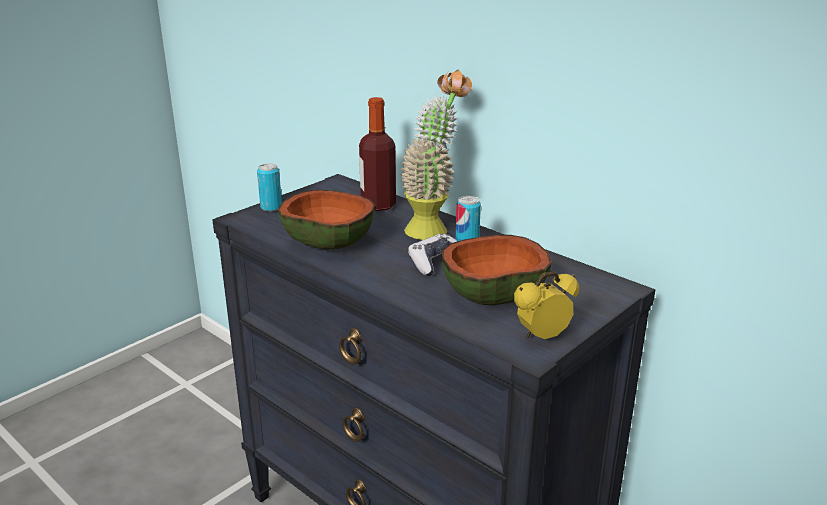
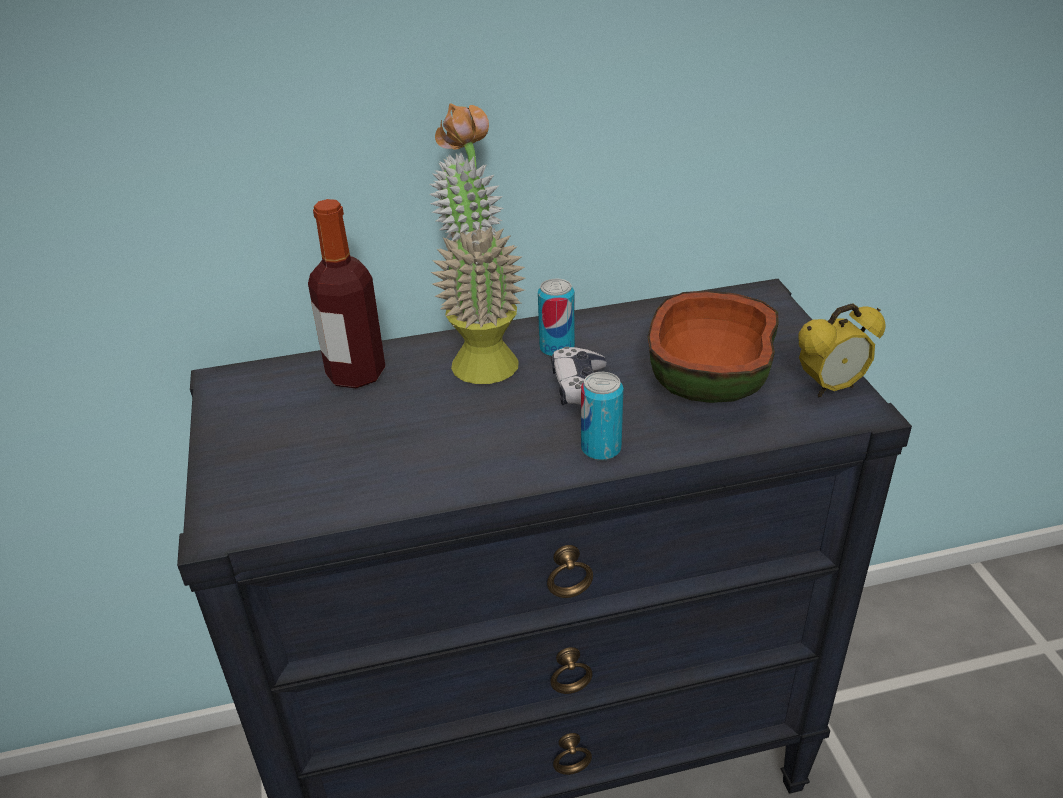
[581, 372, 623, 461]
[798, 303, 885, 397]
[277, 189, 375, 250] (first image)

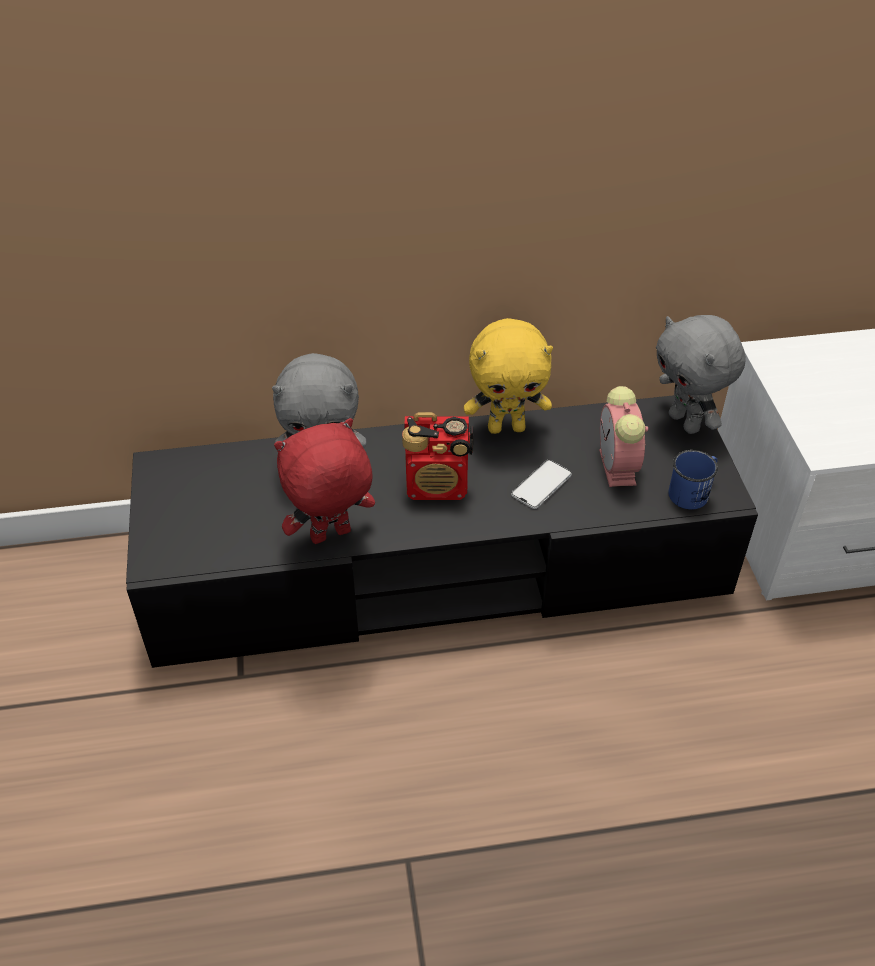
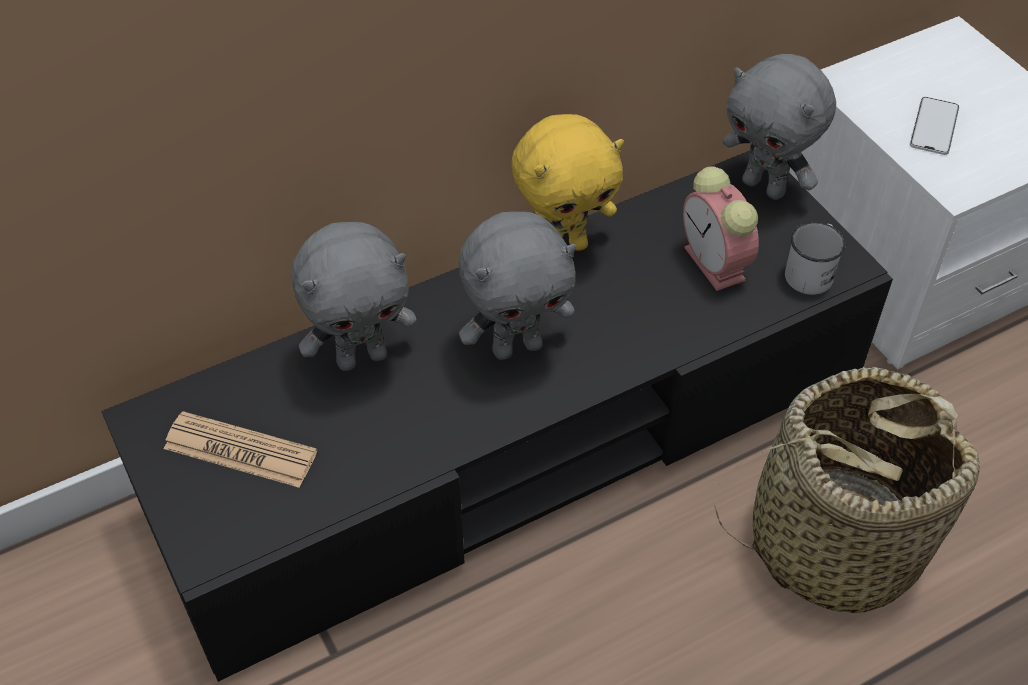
[164, 411, 317, 488]
[459, 211, 576, 360]
[714, 367, 980, 614]
[785, 222, 846, 295]
[910, 97, 959, 155]
[274, 418, 375, 544] (first image)

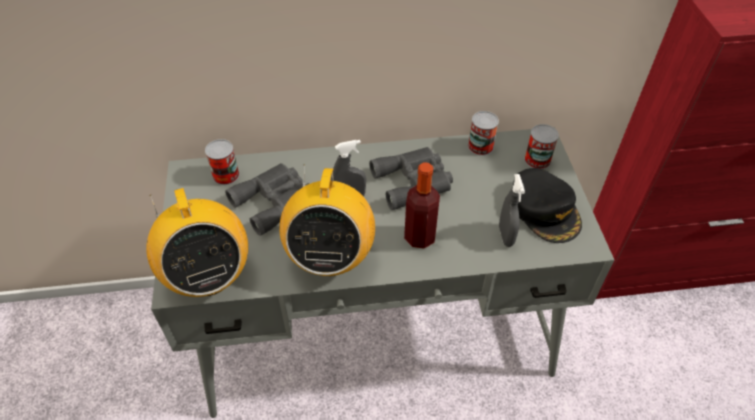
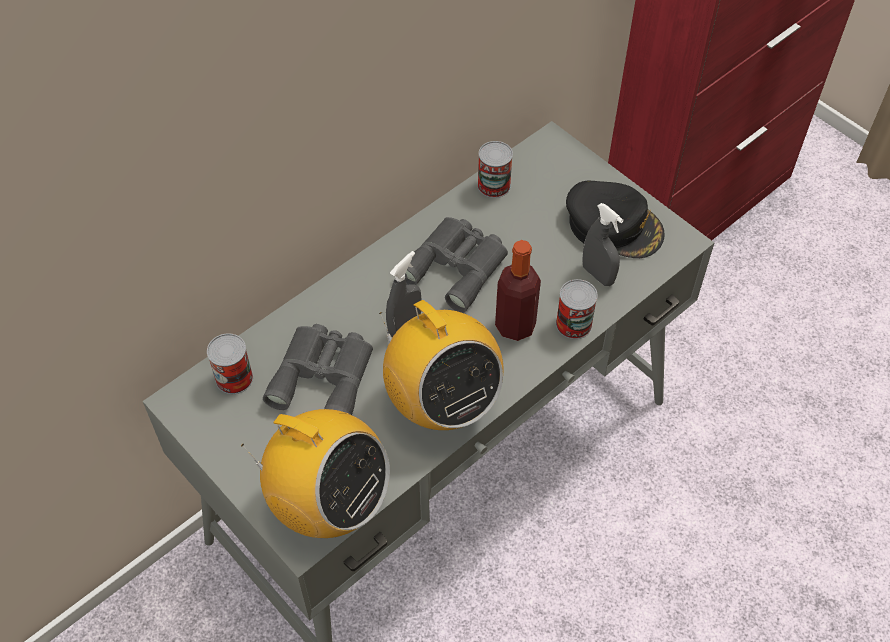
[556, 279, 598, 339]

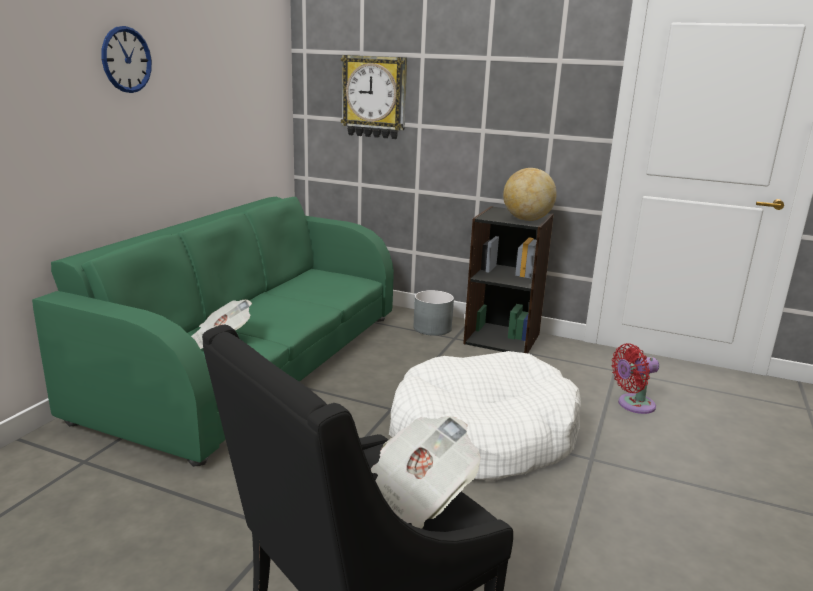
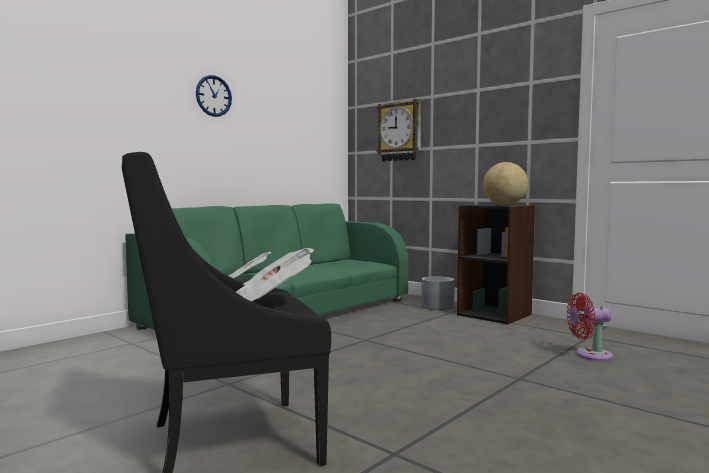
[389, 351, 581, 481] (first image)

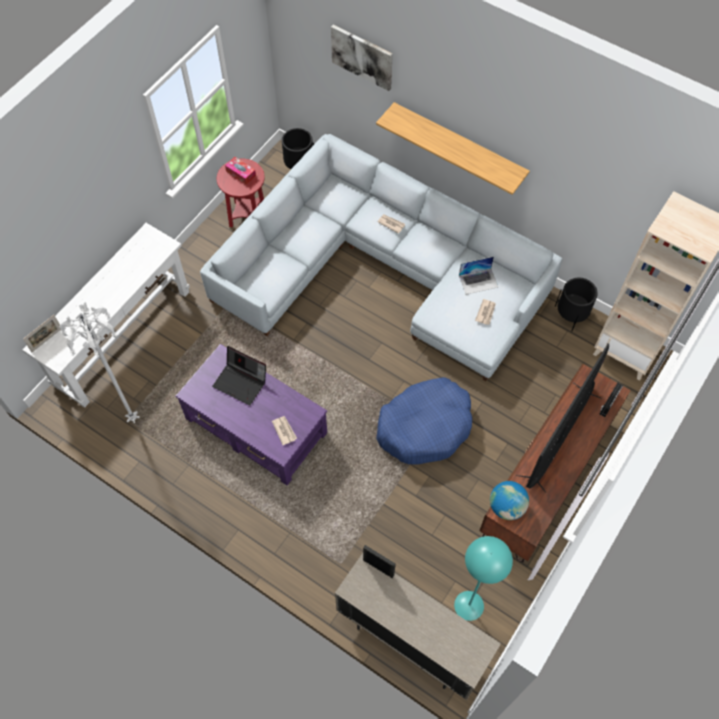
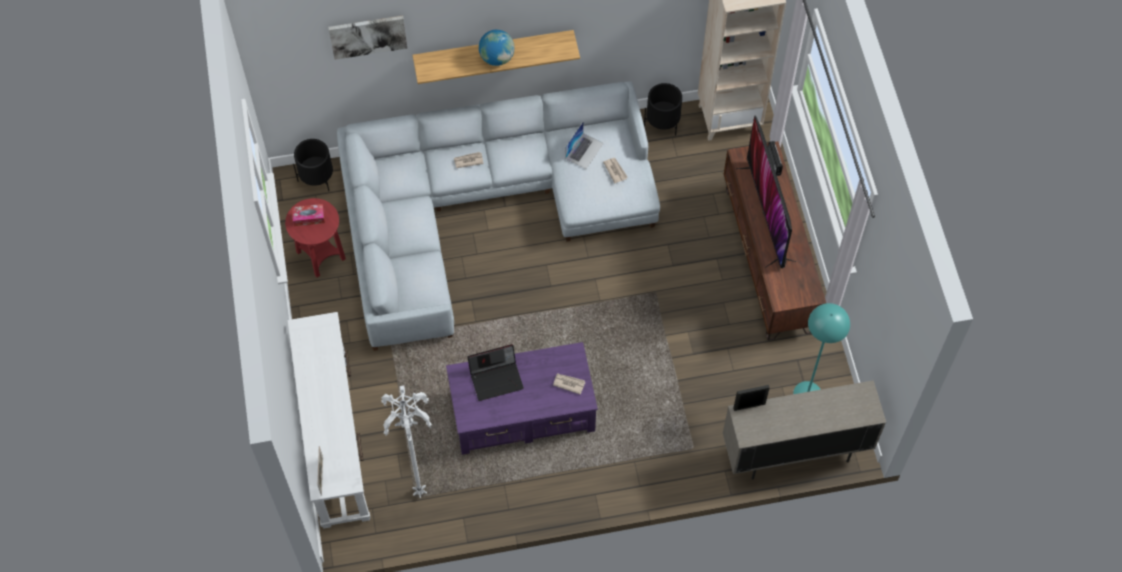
[479, 30, 515, 66]
[376, 377, 472, 464] (first image)

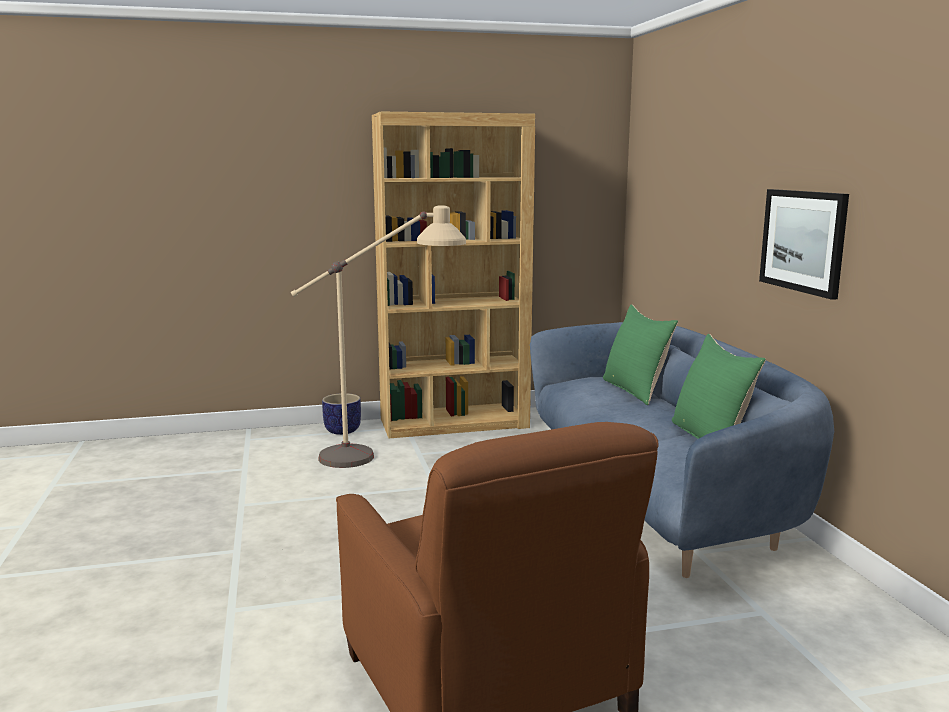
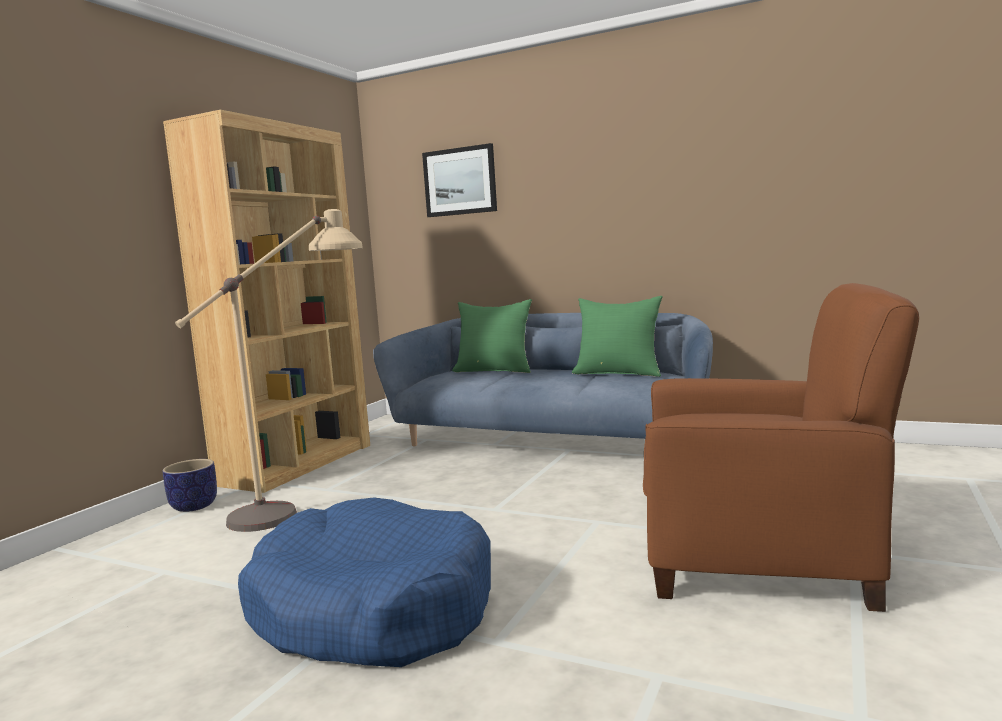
[238, 498, 491, 667]
[422, 143, 497, 217]

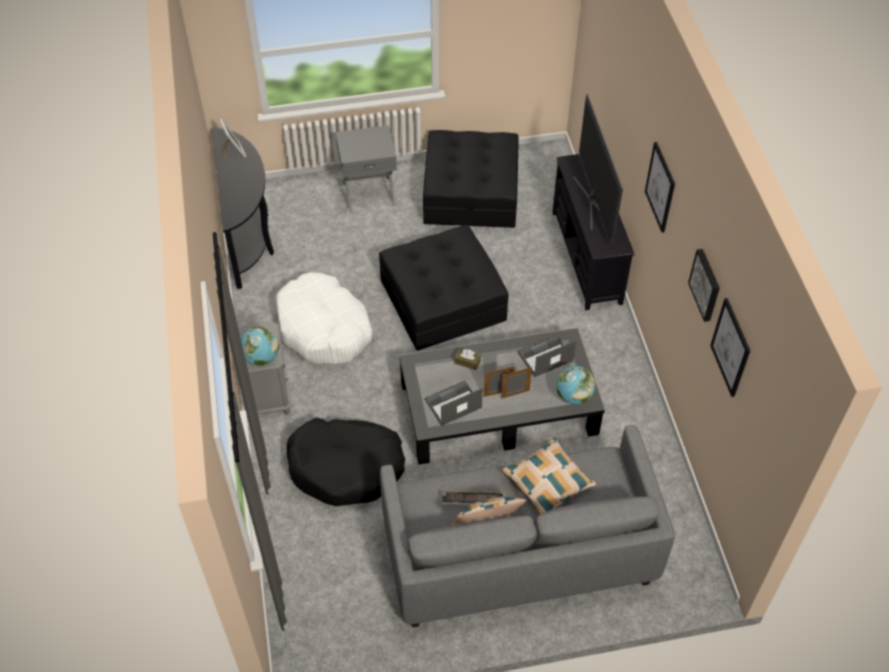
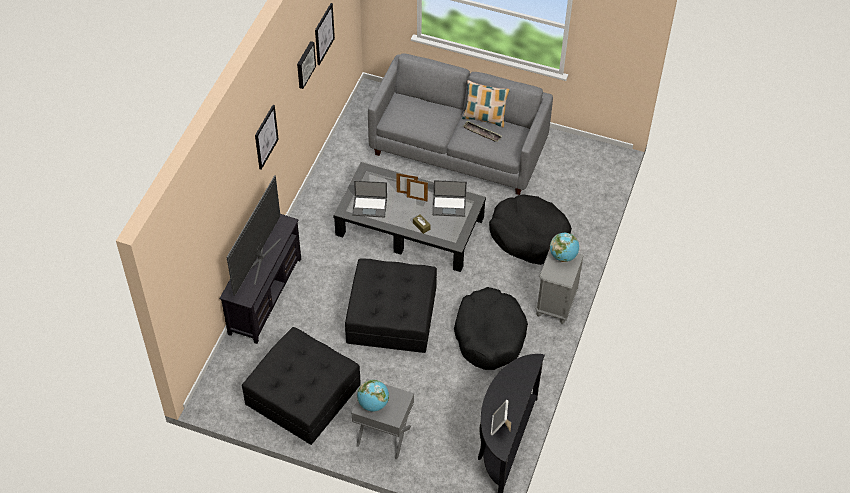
[357, 380, 389, 412]
[454, 287, 528, 370]
[503, 437, 596, 515] (first image)

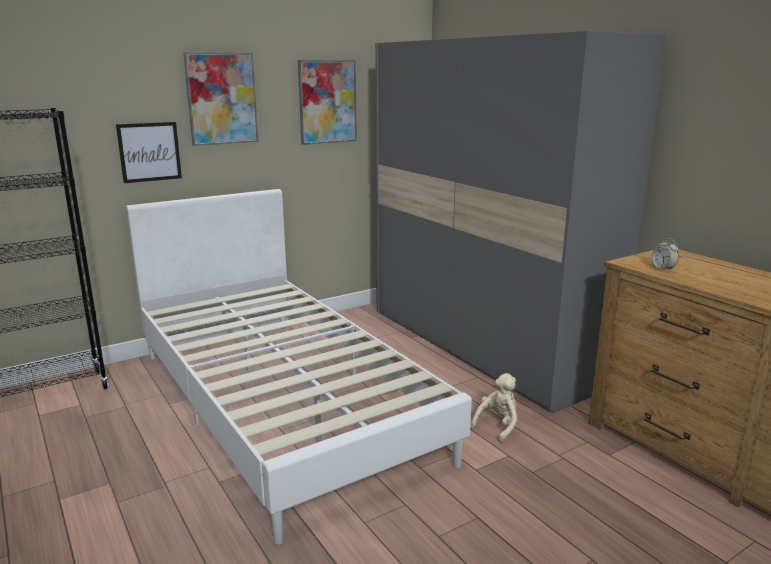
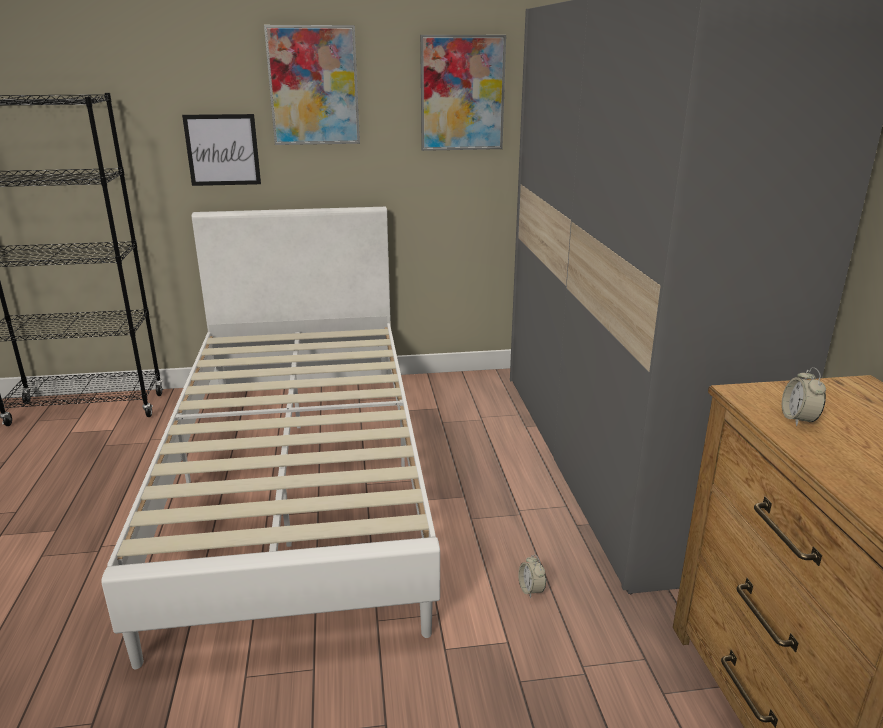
[518, 554, 546, 598]

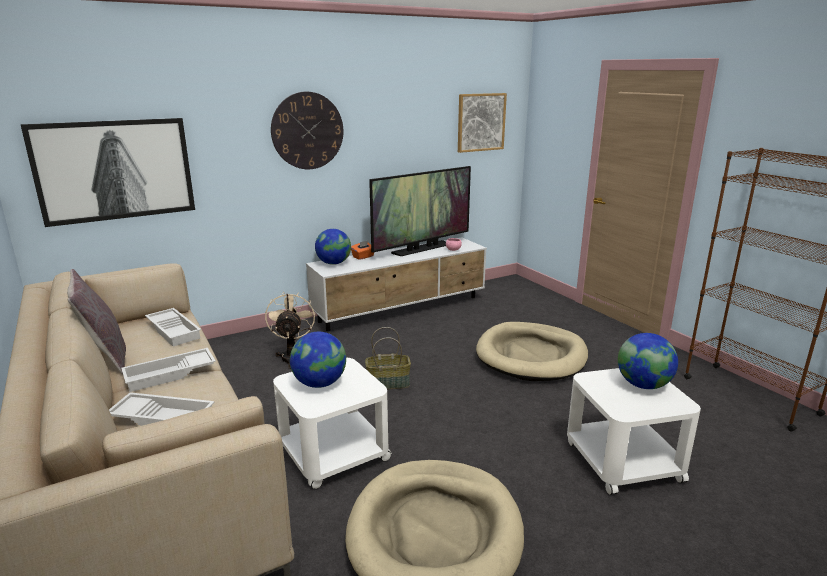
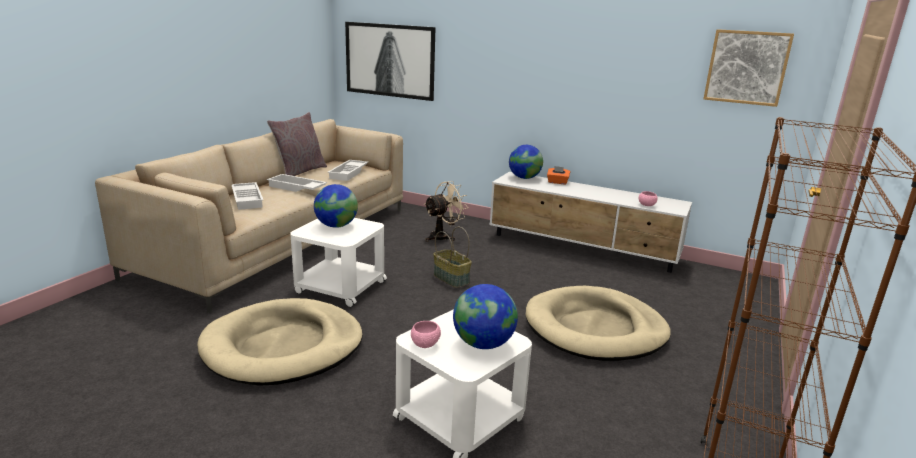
[411, 321, 441, 348]
[271, 92, 344, 169] (first image)
[369, 166, 471, 256] (first image)

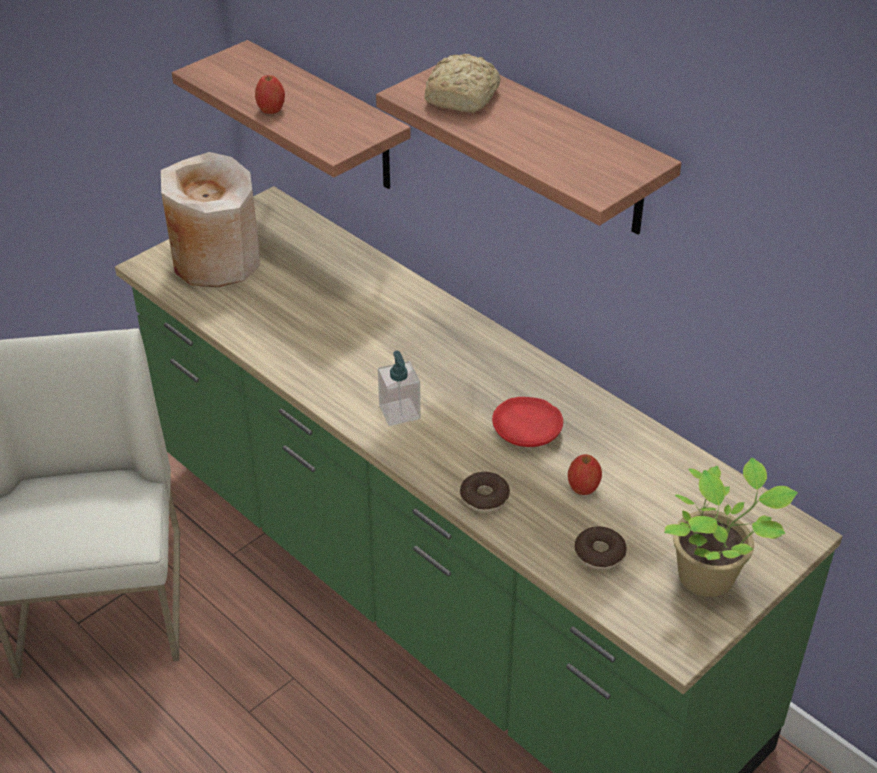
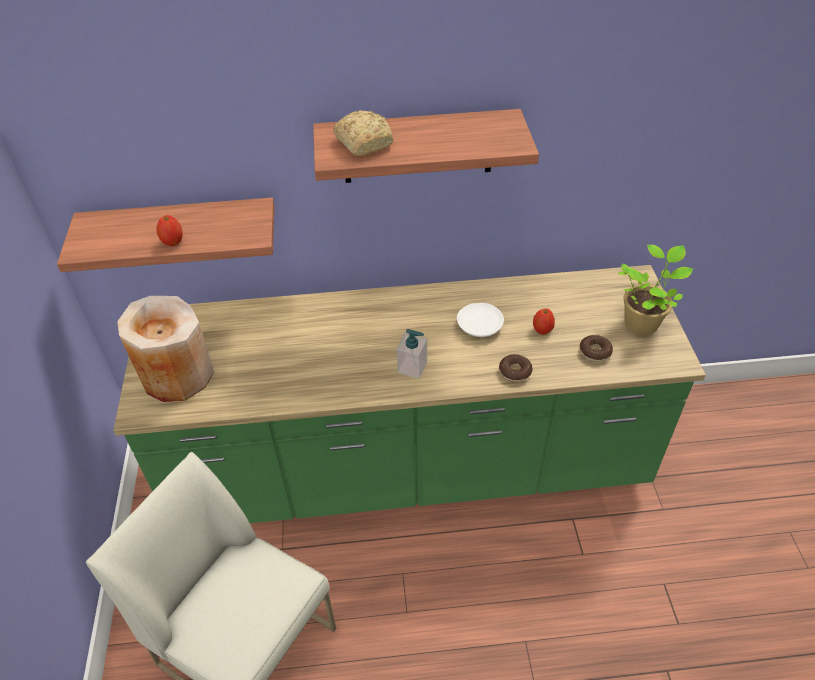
[457, 303, 504, 337]

